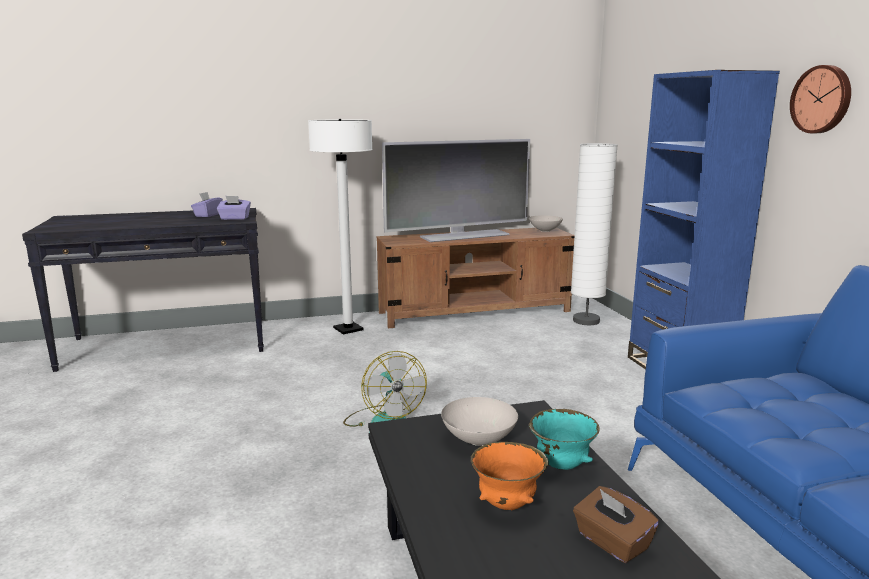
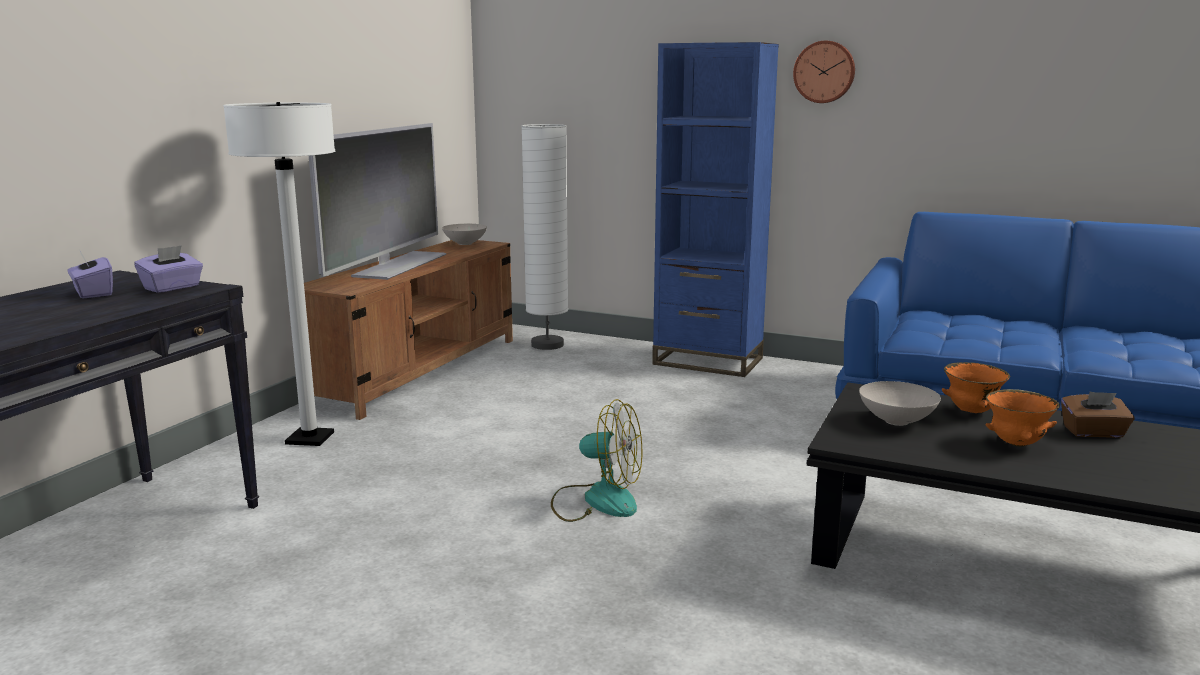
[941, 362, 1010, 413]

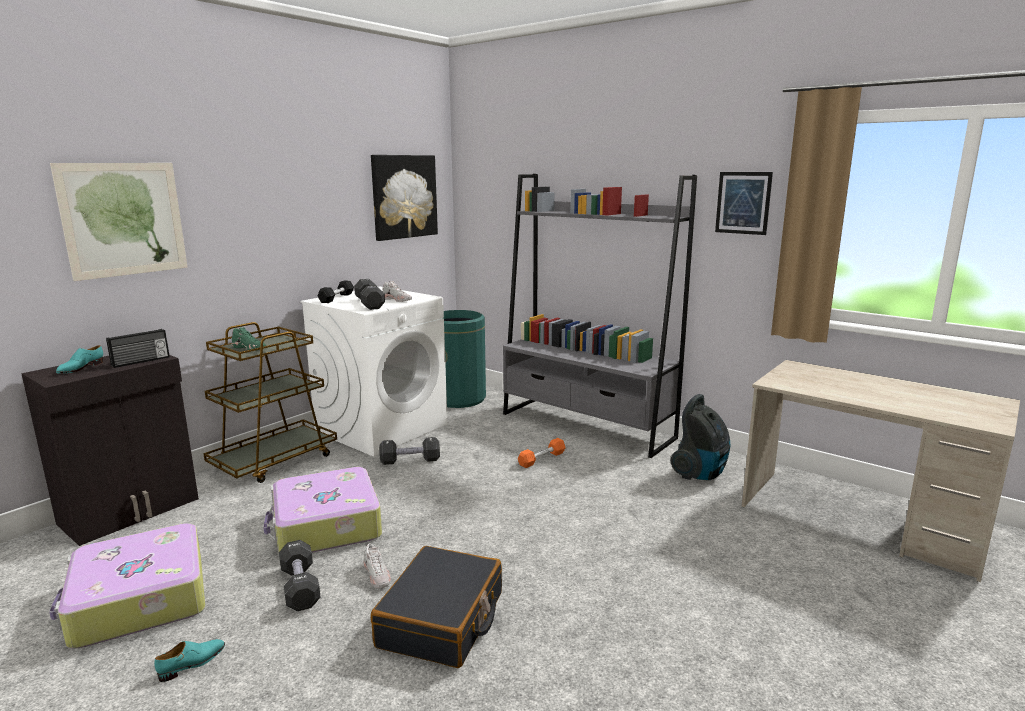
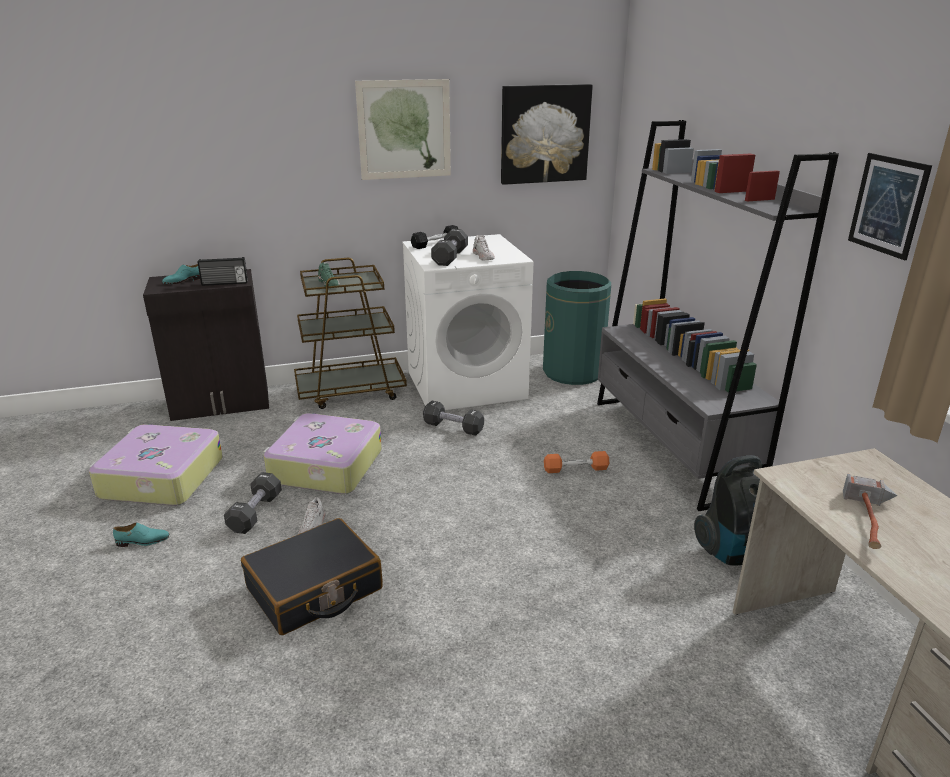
[355, 79, 451, 180]
[843, 474, 898, 549]

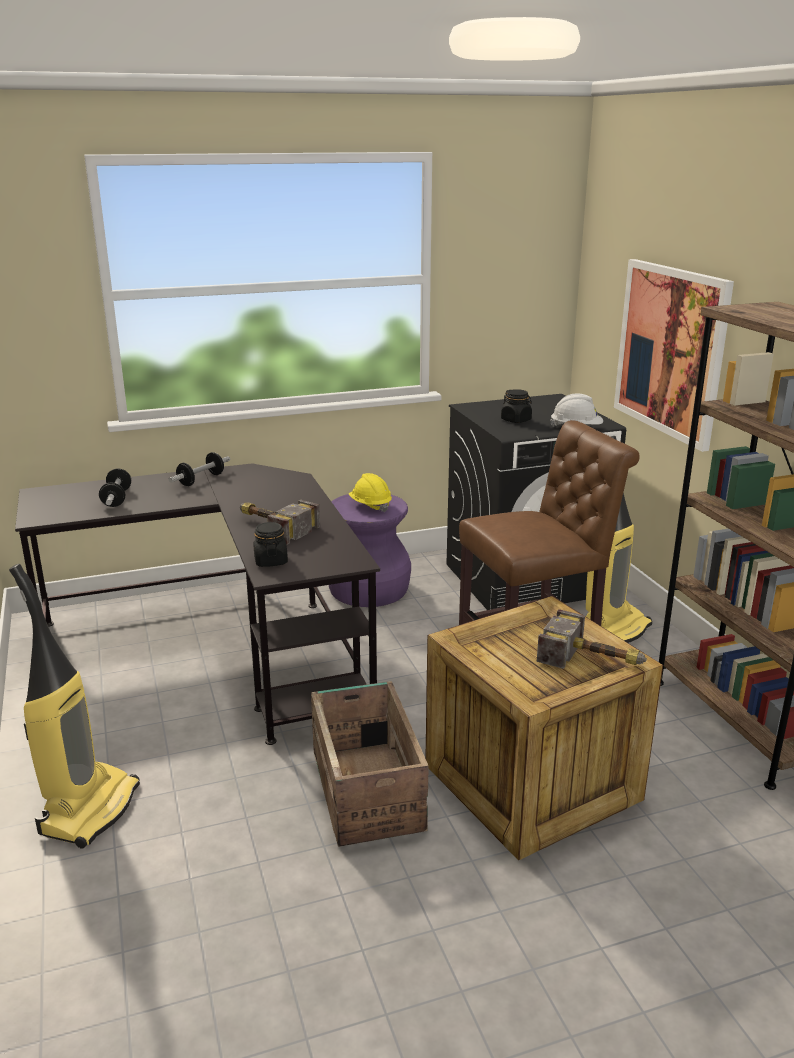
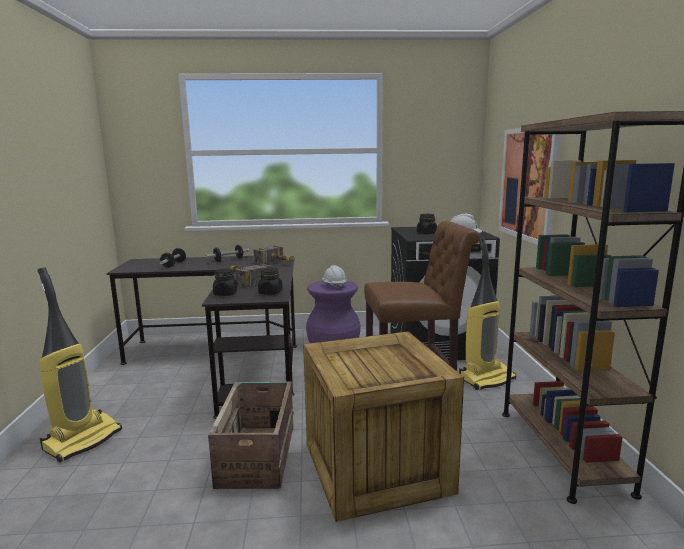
[253, 246, 295, 264]
[258, 268, 283, 295]
[322, 265, 347, 289]

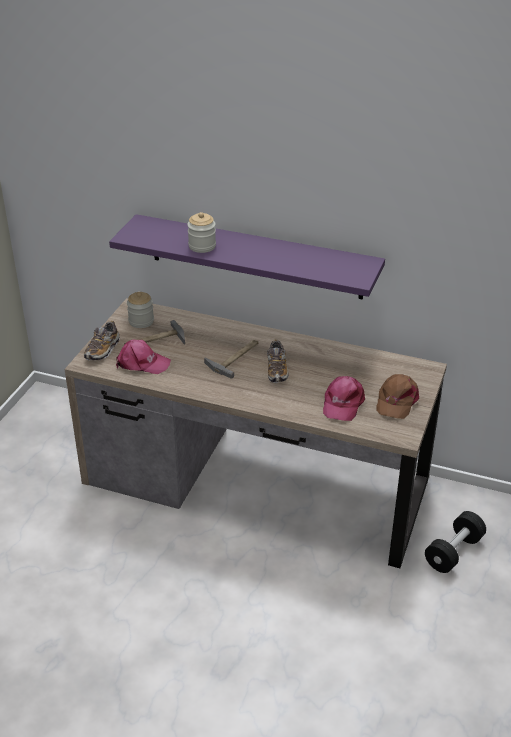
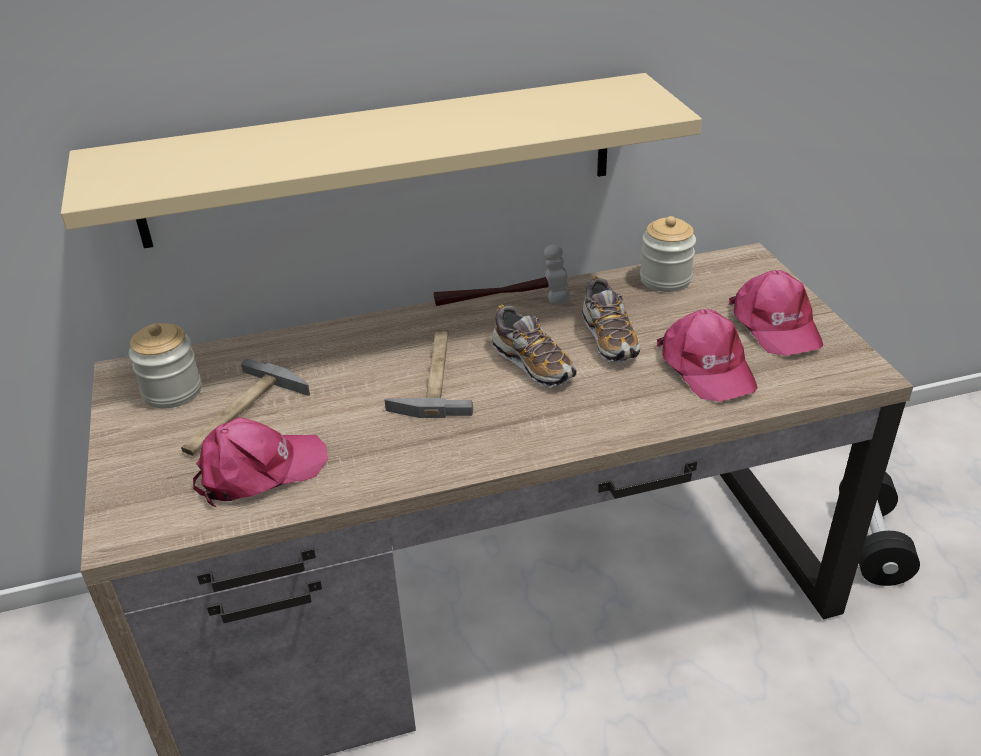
[61, 73, 702, 248]
[434, 244, 570, 306]
[582, 276, 640, 363]
[640, 216, 696, 292]
[728, 270, 823, 356]

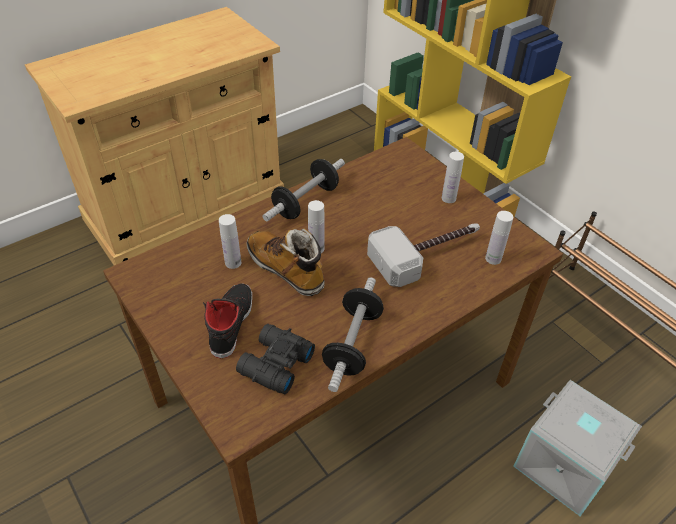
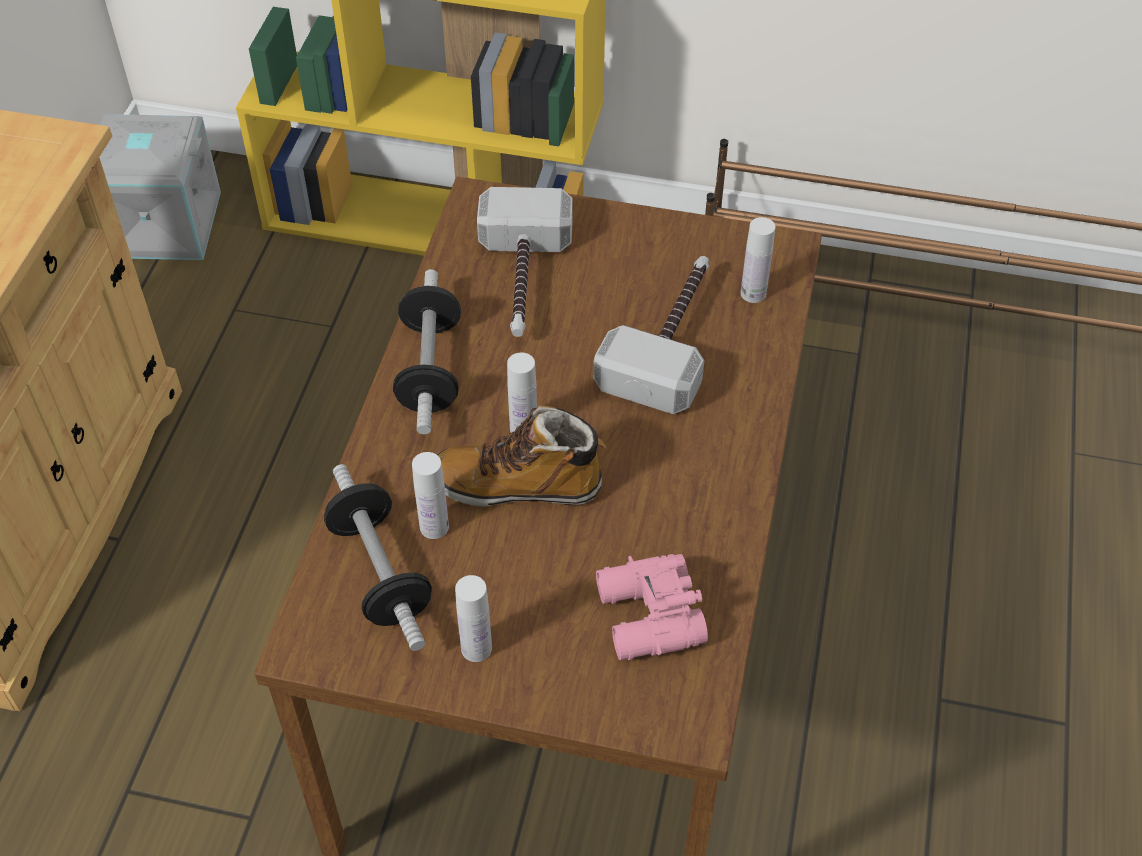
[99, 114, 221, 260]
[324, 464, 432, 651]
[455, 575, 492, 662]
[477, 187, 573, 337]
[596, 554, 708, 660]
[203, 284, 253, 358] (first image)

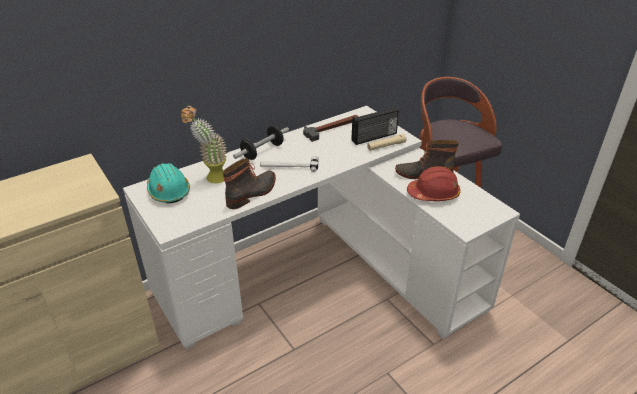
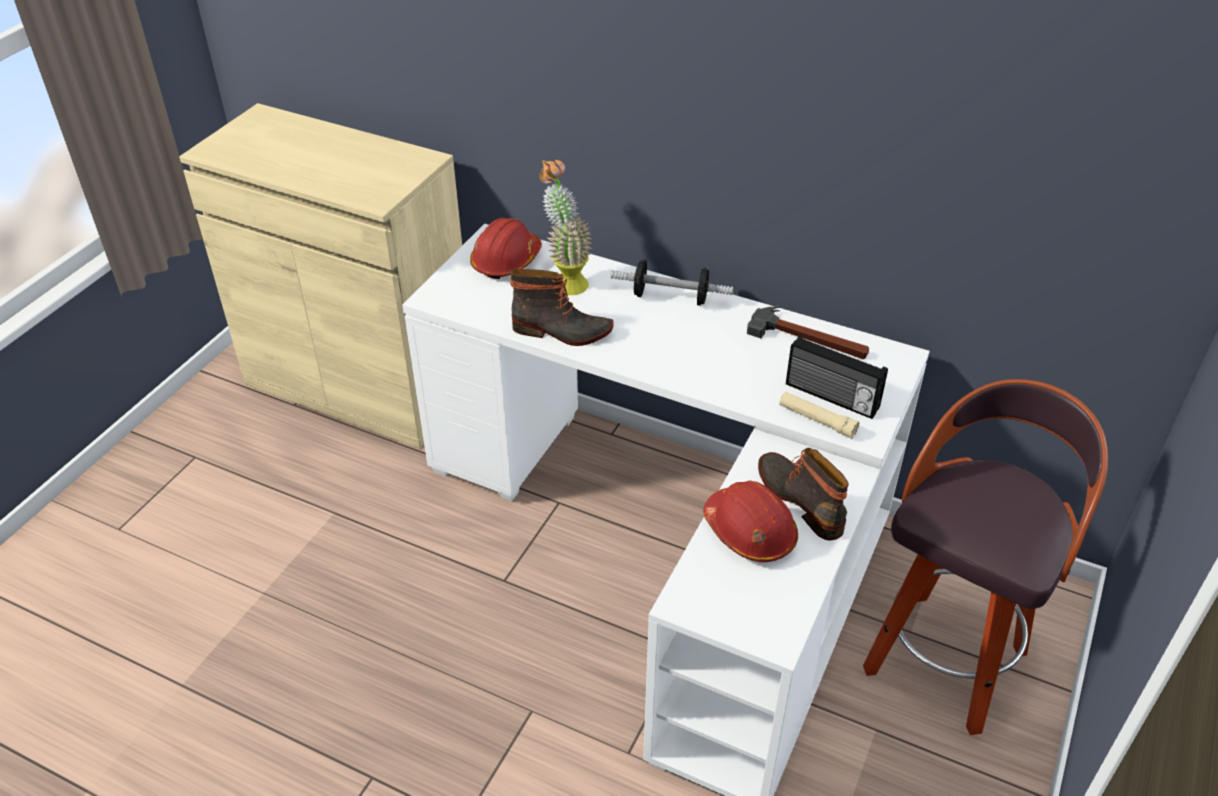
[470, 218, 542, 279]
[260, 156, 319, 172] (first image)

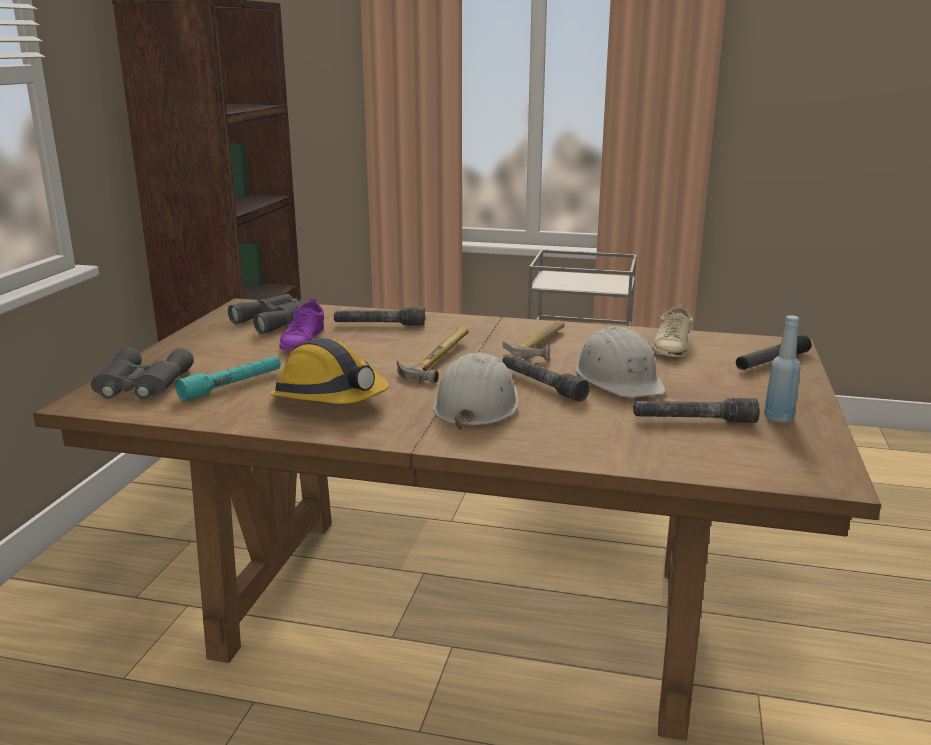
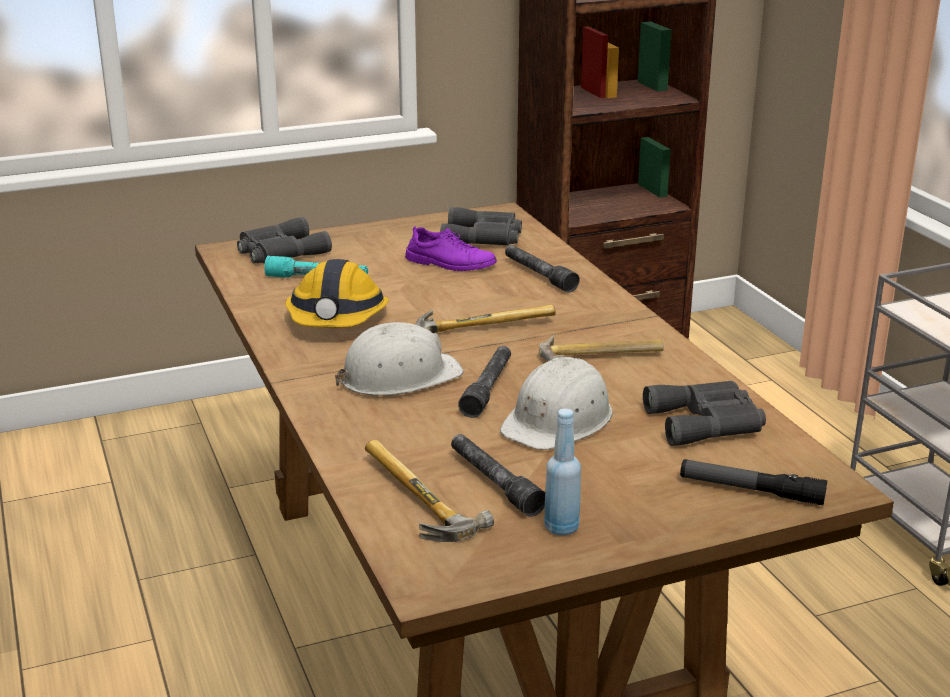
[365, 440, 494, 542]
[405, 225, 497, 271]
[643, 381, 766, 446]

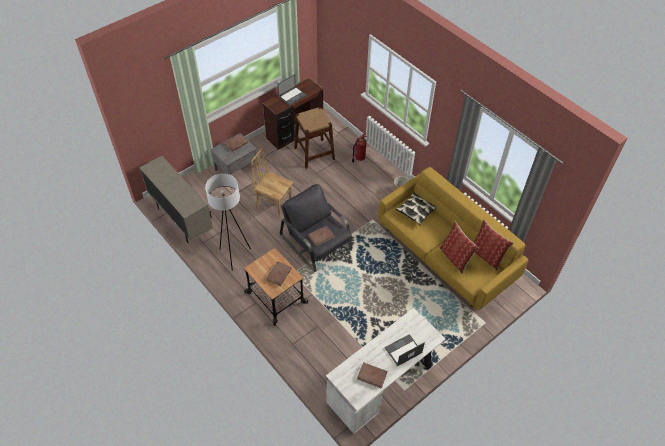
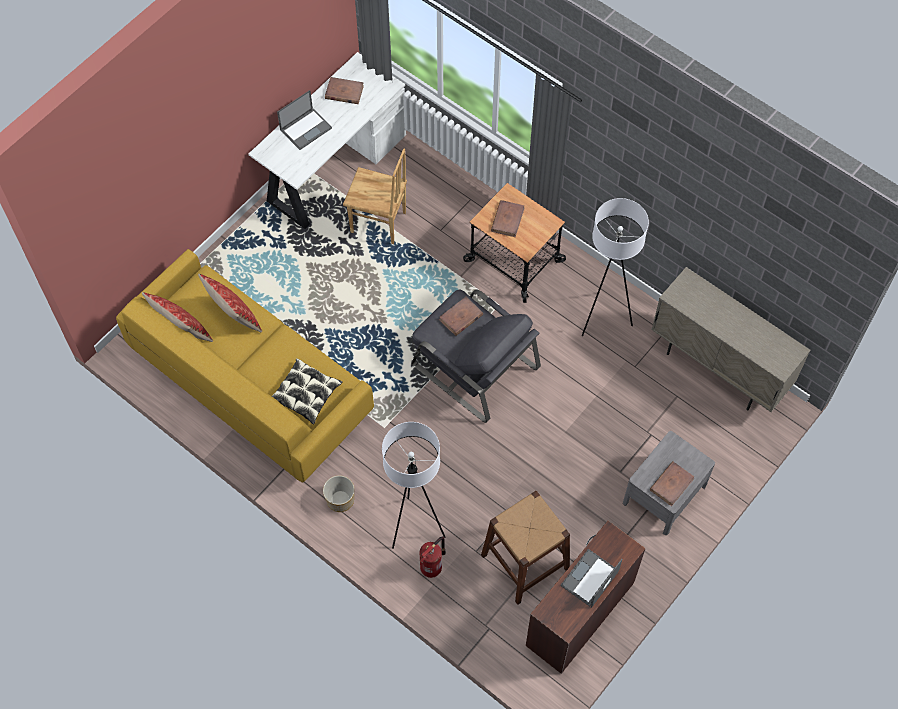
[343, 148, 407, 244]
[382, 422, 445, 549]

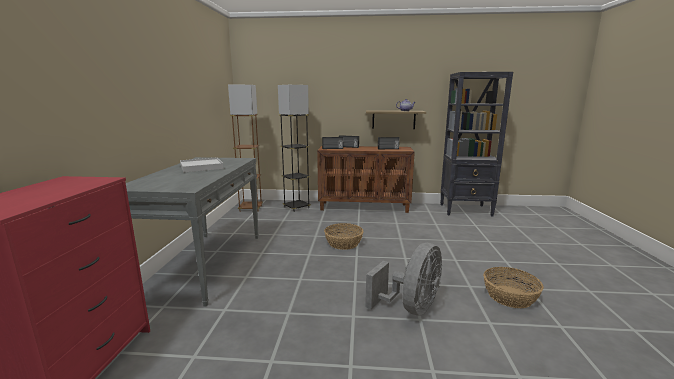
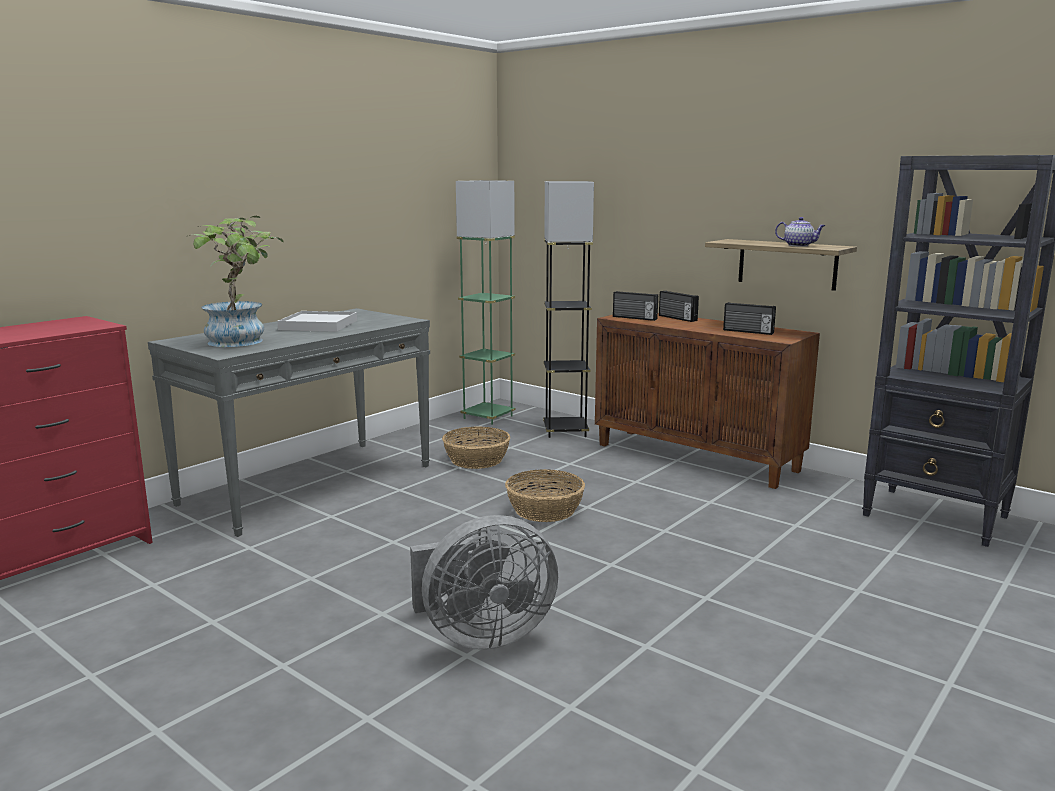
[189, 216, 284, 347]
[442, 426, 510, 469]
[456, 180, 515, 425]

